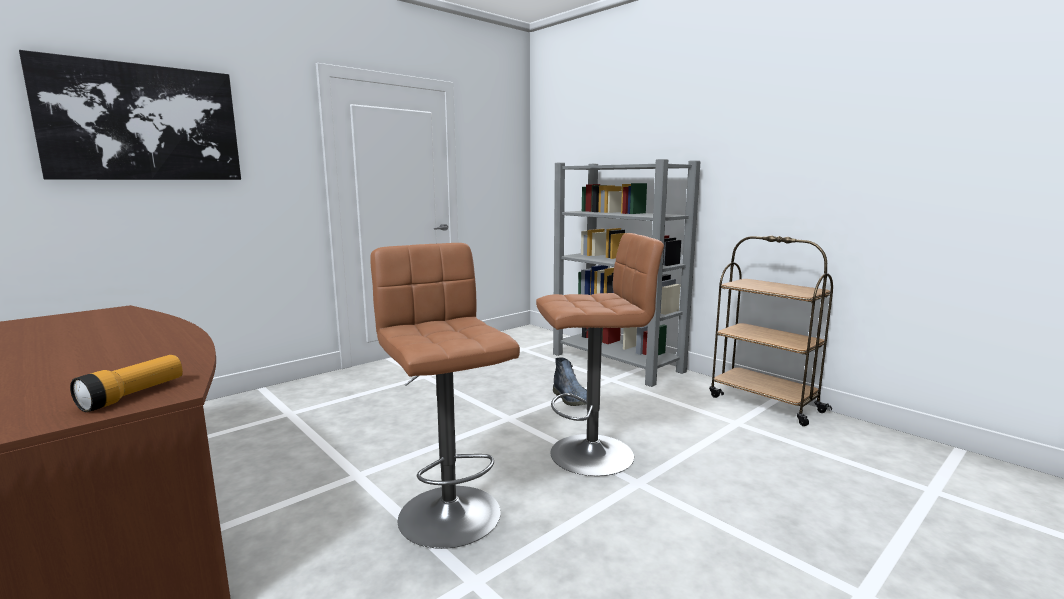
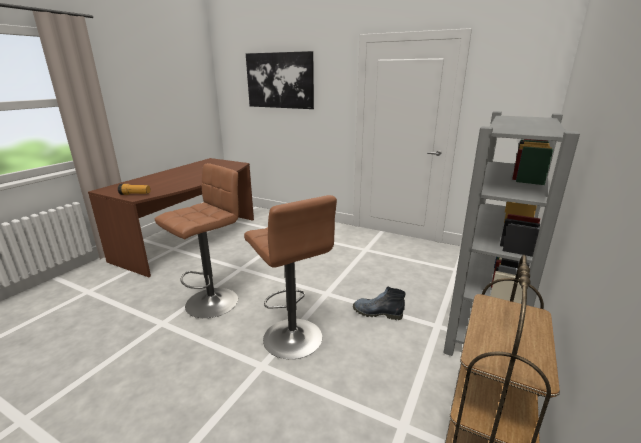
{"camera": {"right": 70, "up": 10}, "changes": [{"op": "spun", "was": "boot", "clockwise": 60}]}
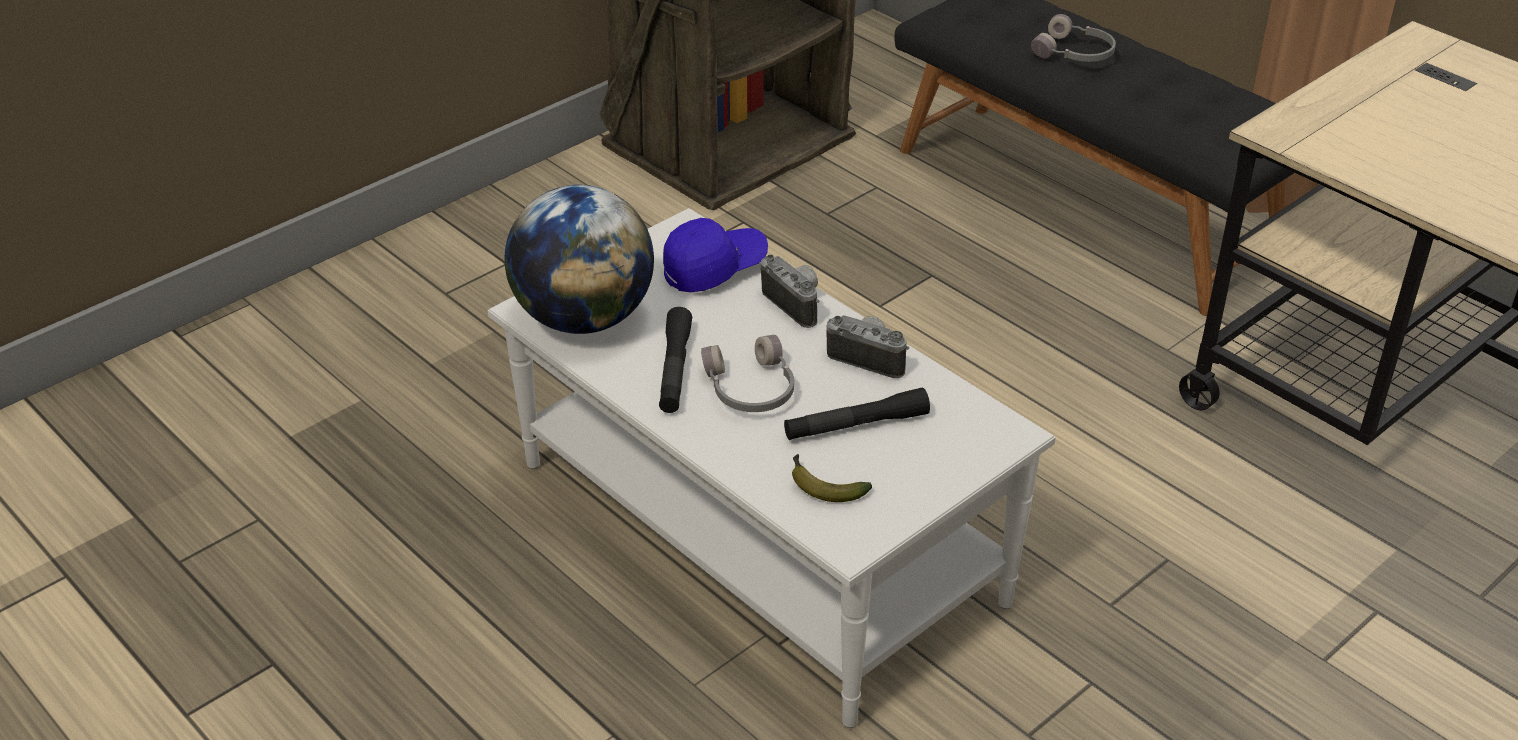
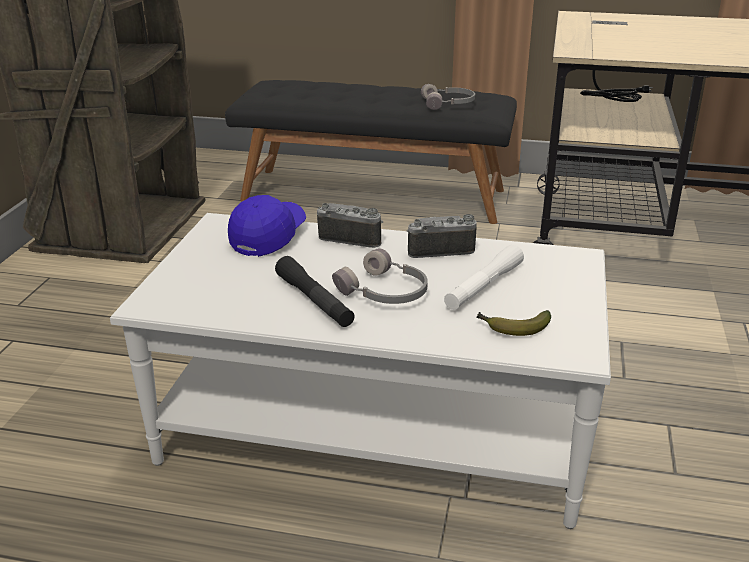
{"camera": {"right": -35, "up": -10}, "changes": [{"op": "missing", "was": "globe"}, {"op": "colour", "was": "flashlight (black) (no. 2 from left)", "now": "flashlight (white)"}, {"op": "relocated", "was": "headphones (grey) (no. 2 from left)"}]}
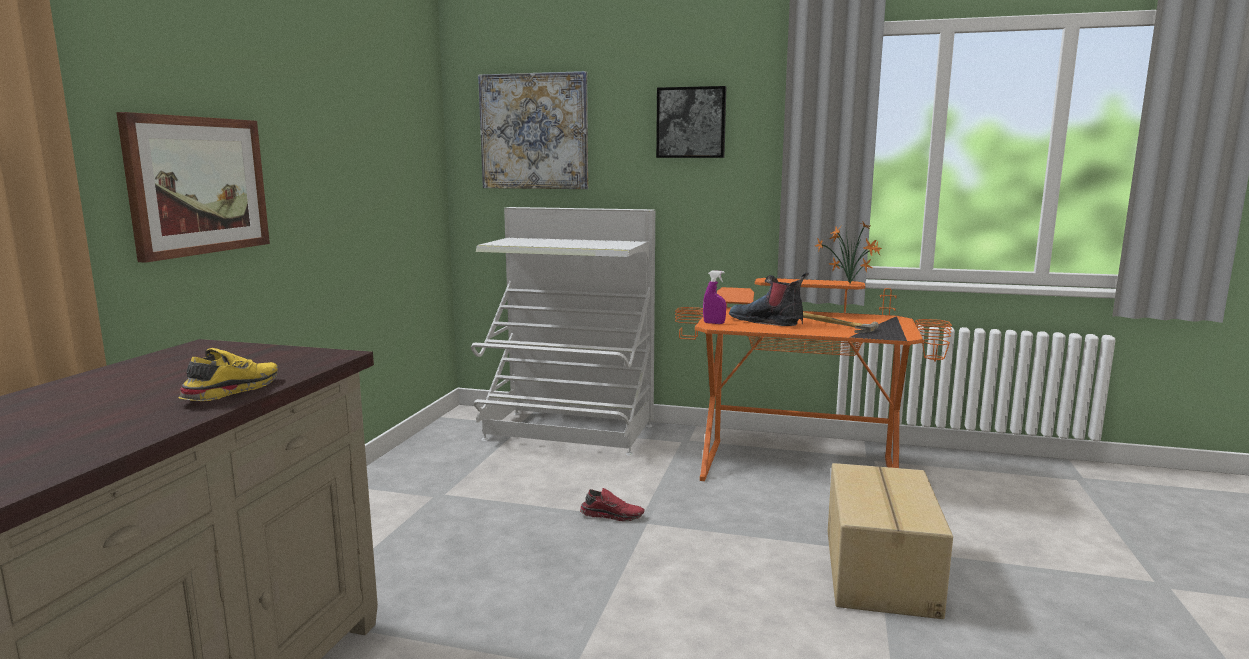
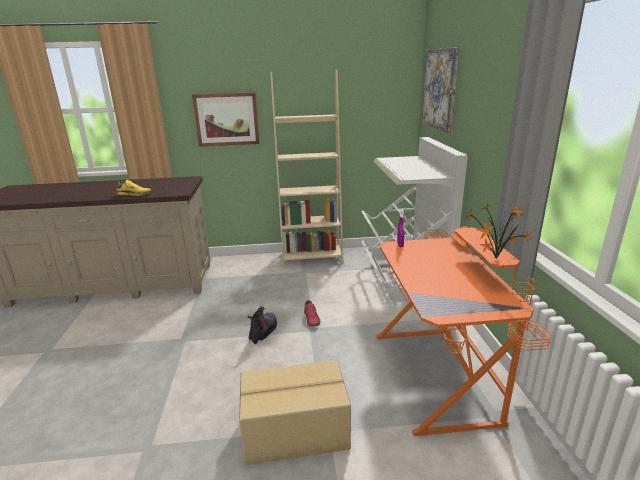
{"camera": {"right": 70, "up": 10}, "changes": [{"op": "missing", "was": "picture (no. 3 from left)"}, {"op": "relocated", "was": "boot"}, {"op": "missing", "was": "hammer"}, {"op": "appeared", "now": "bookcase (beige)"}]}
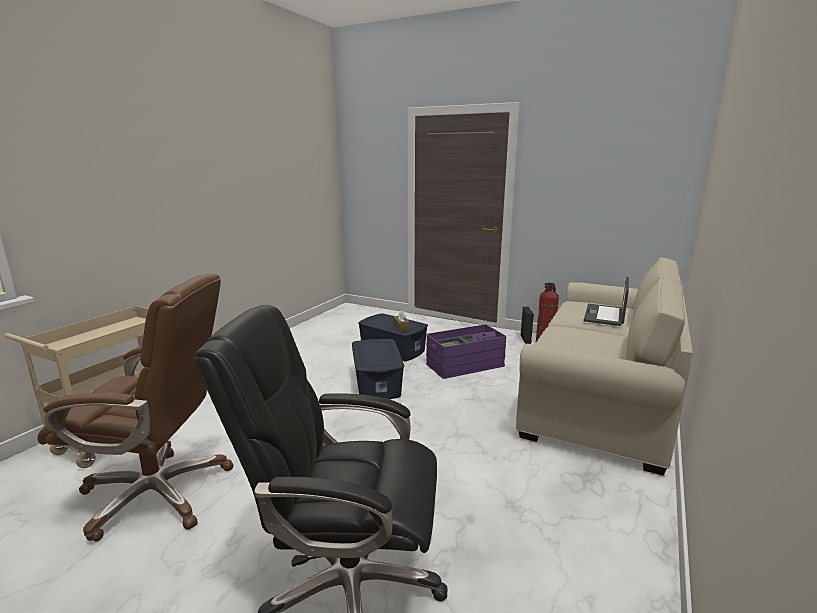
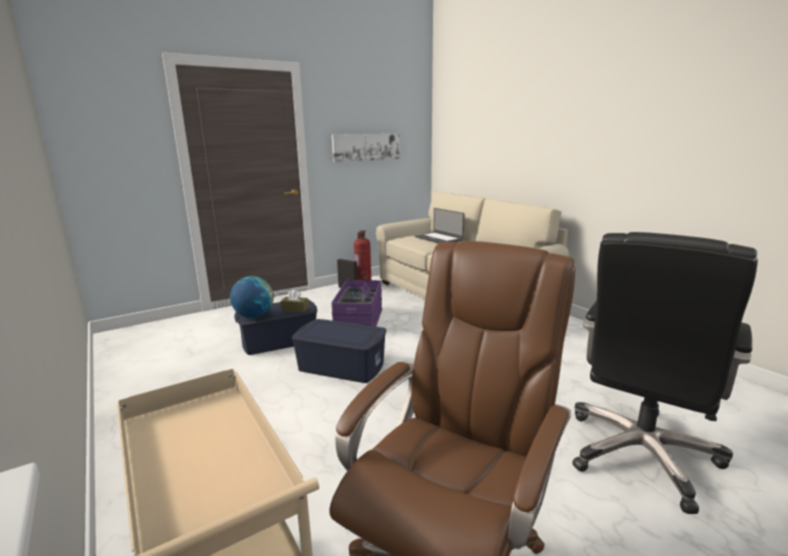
{"camera": {"right": -60, "up": 0}, "changes": [{"op": "appeared", "now": "globe"}, {"op": "appeared", "now": "picture"}]}
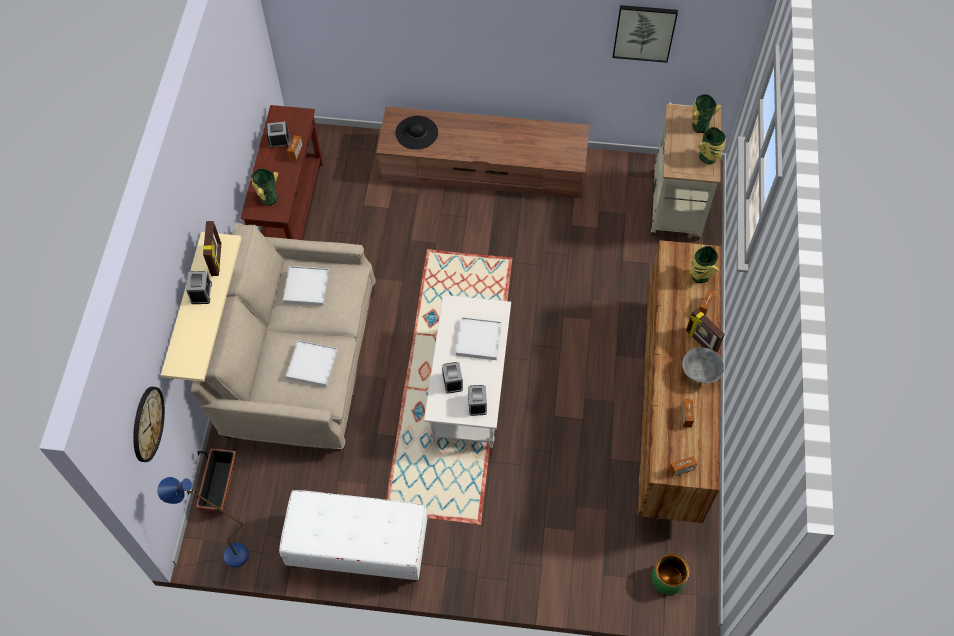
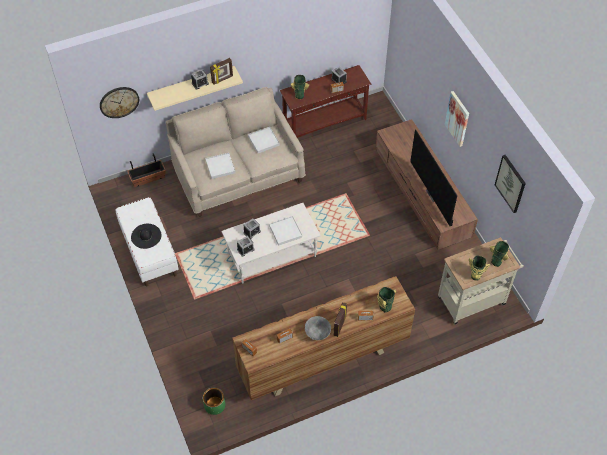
{"camera": {"right": 60, "up": -5}, "changes": [{"op": "missing", "was": "floor lamp (blue)"}, {"op": "relocated", "was": "hat (black)"}, {"op": "appeared", "now": "television"}, {"op": "appeared", "now": "picture (no. 1 from left)"}]}
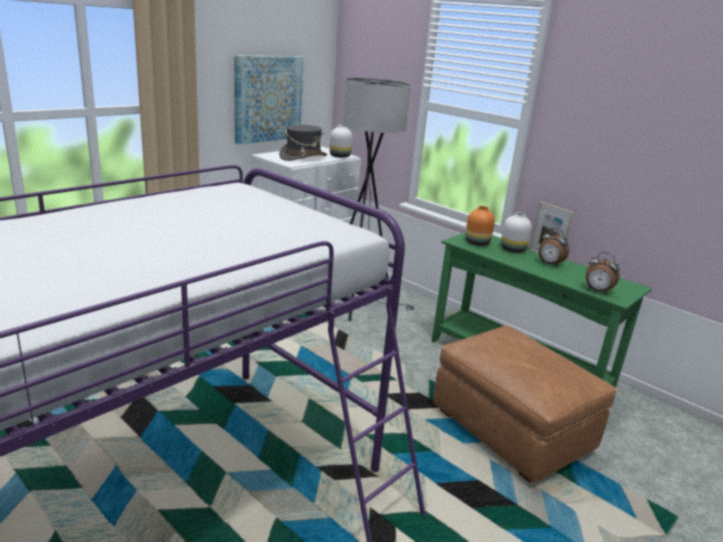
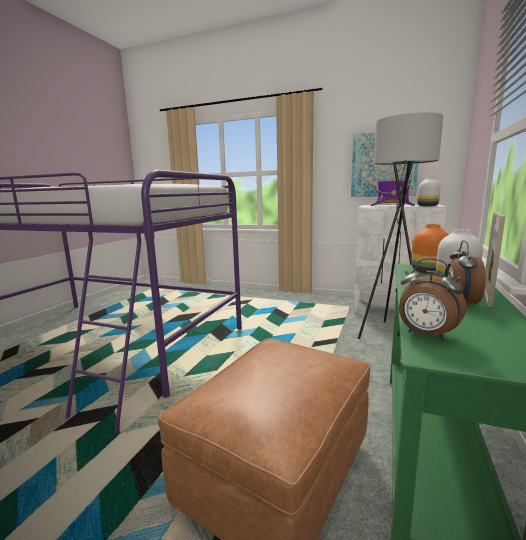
{"camera": {"right": 70, "up": -10}, "changes": [{"op": "colour", "was": "hat (grey)", "now": "hat (purple)"}, {"op": "spun", "was": "alarm clock (no. 2 from left in the first image)", "clockwise": -60}]}
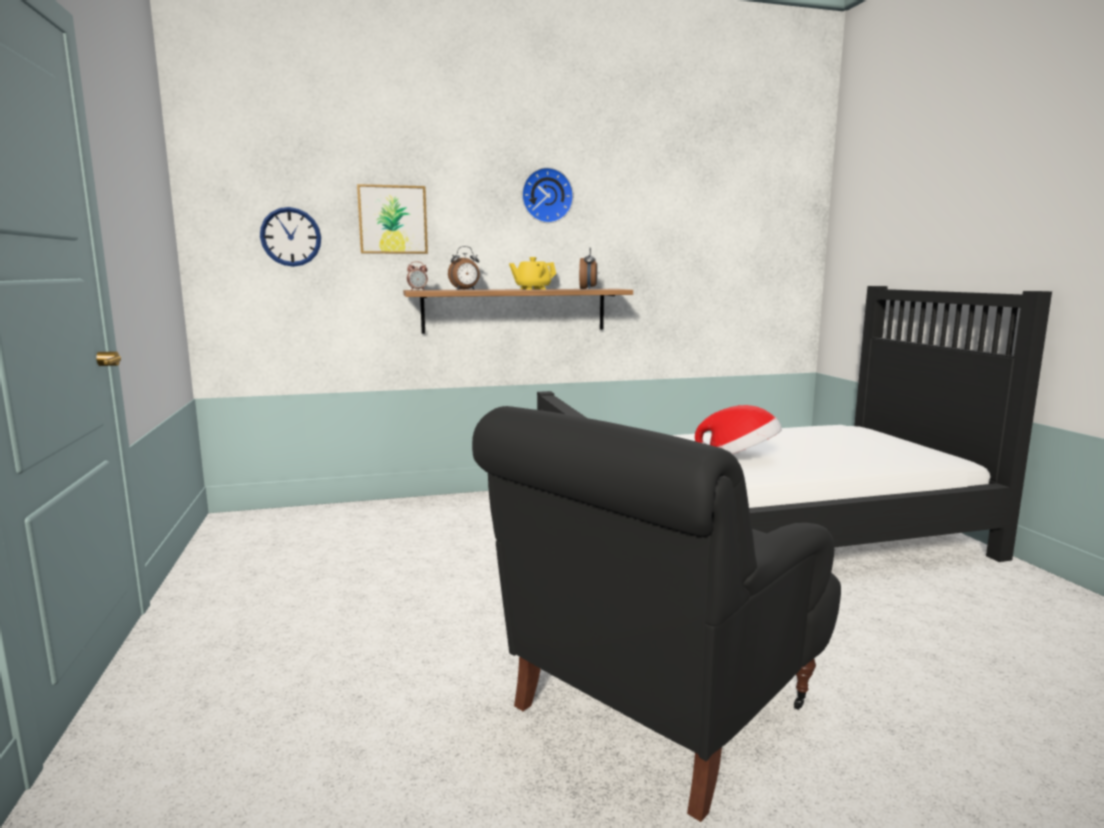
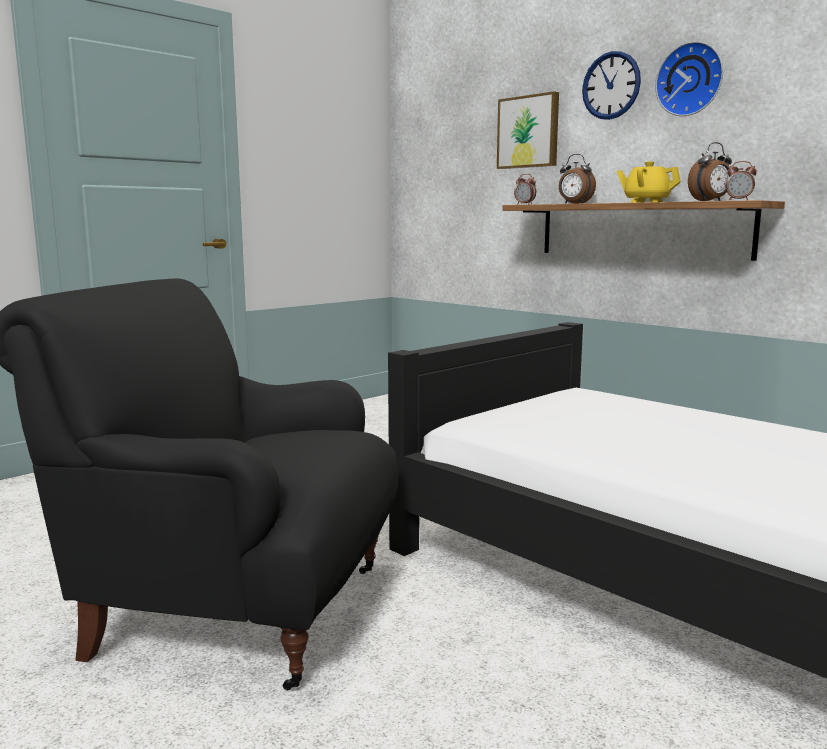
{"camera": {"right": 60, "up": 0}, "changes": [{"op": "relocated", "was": "wall clock (no. 1 from left)"}, {"op": "missing", "was": "hat"}, {"op": "appeared", "now": "alarm clock (no. 4 from left)"}]}
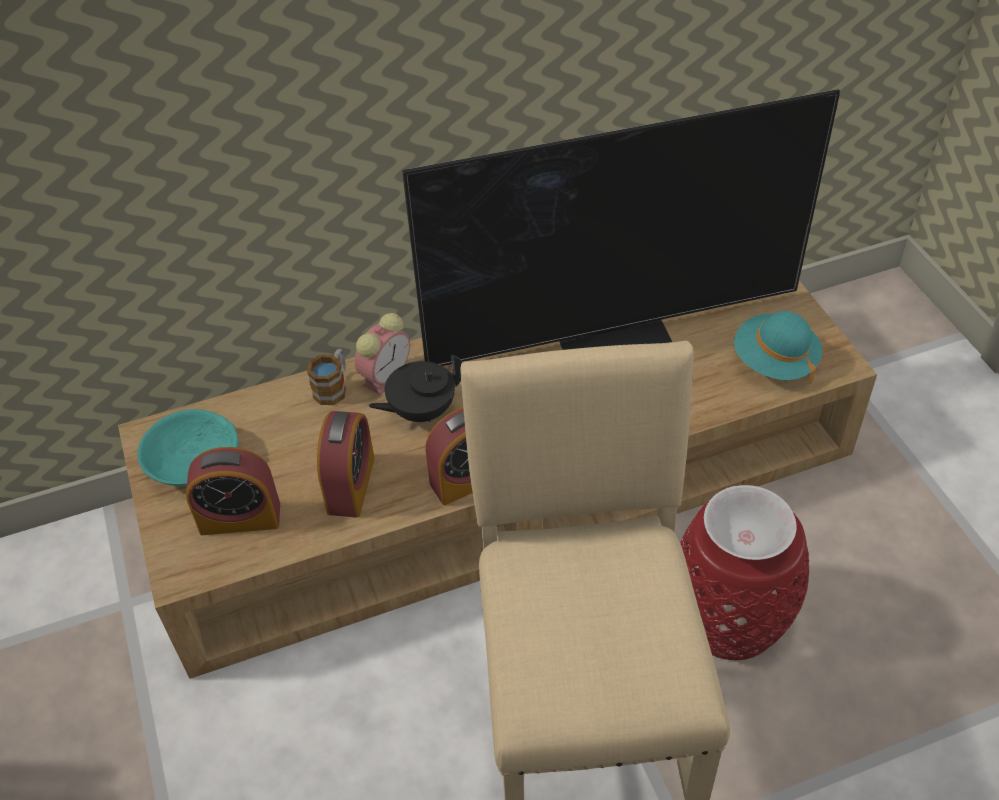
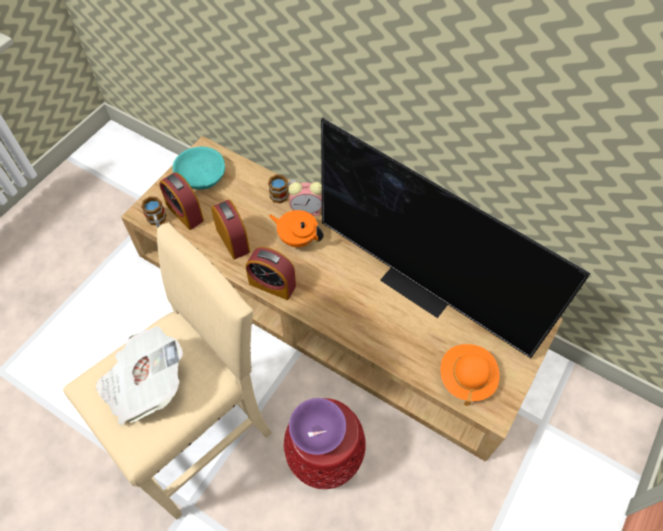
{"camera": {"right": 50, "up": 10}, "changes": [{"op": "spun", "was": "alarm clock (no. 2 from left)", "clockwise": -90}, {"op": "colour", "was": "teapot (black)", "now": "teapot (orange)"}, {"op": "colour", "was": "bowl (white)", "now": "bowl (purple)"}, {"op": "colour", "was": "hat (turquoise)", "now": "hat (orange)"}, {"op": "appeared", "now": "newspaper"}, {"op": "appeared", "now": "mug (no. 1 from left)"}]}
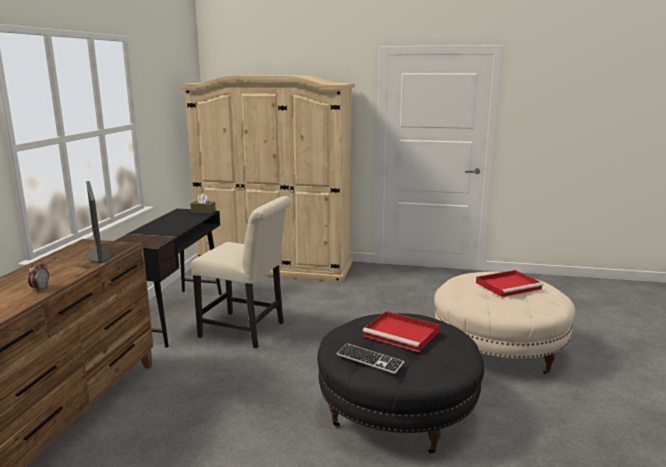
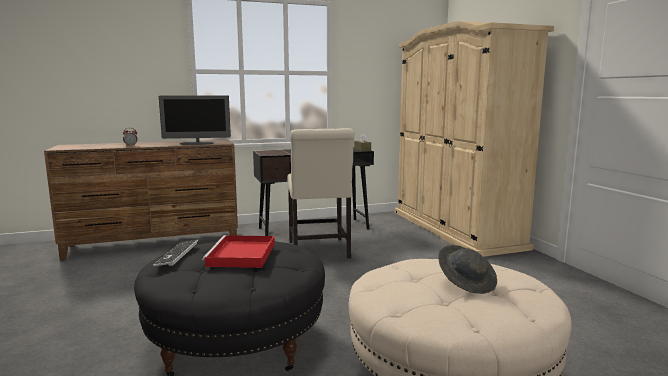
{"camera": {"right": 60, "up": -5}, "changes": [{"op": "spun", "was": "monitor", "clockwise": -135}, {"op": "exchanged", "was": "tray (red) (no. 2 from left)", "now": "hat (grey)"}]}
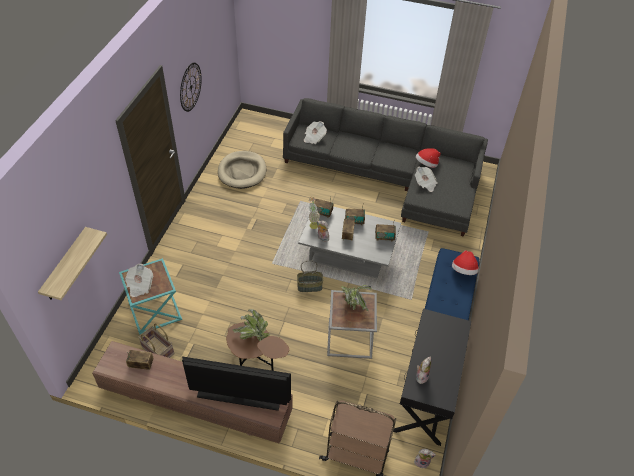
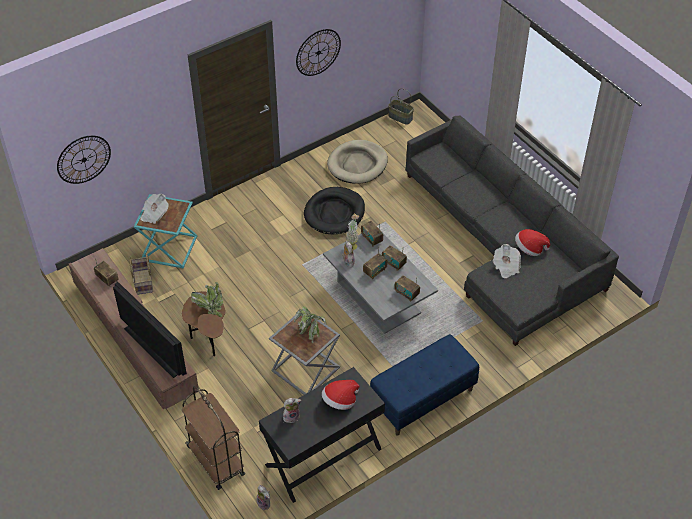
{"camera": {"right": 40, "up": 0}, "changes": [{"op": "exchanged", "was": "shelf", "now": "wall clock (no. 1 from left)"}, {"op": "relocated", "was": "basket (no. 2 from left)"}, {"op": "missing", "was": "newspaper (no. 2 from left)"}, {"op": "relocated", "was": "hat (no. 2 from left in the first image)", "now": "hat (no. 1 from left)"}, {"op": "appeared", "now": "dog bed (black)"}]}
